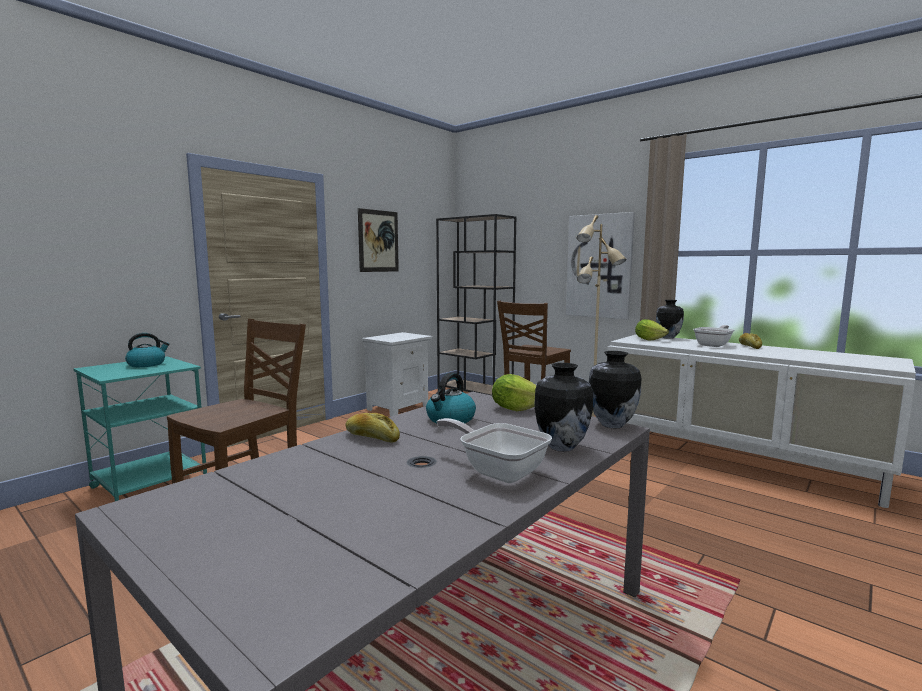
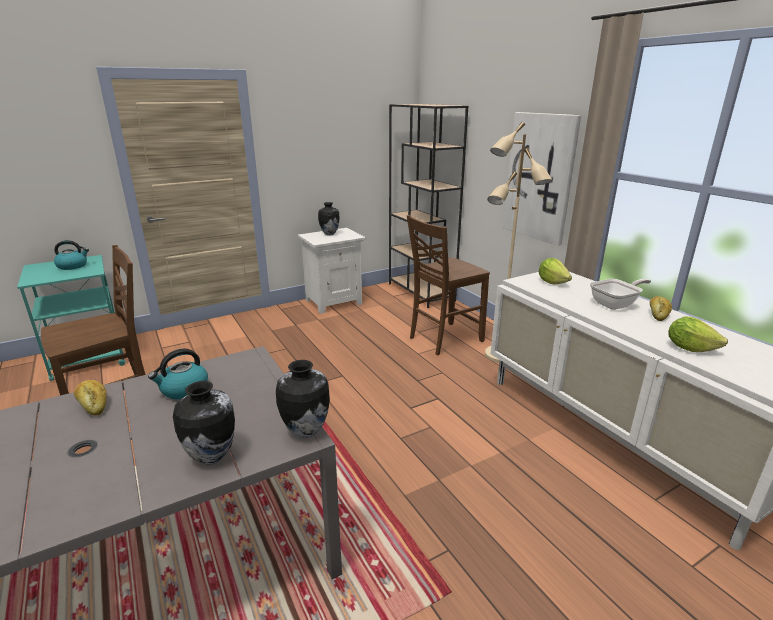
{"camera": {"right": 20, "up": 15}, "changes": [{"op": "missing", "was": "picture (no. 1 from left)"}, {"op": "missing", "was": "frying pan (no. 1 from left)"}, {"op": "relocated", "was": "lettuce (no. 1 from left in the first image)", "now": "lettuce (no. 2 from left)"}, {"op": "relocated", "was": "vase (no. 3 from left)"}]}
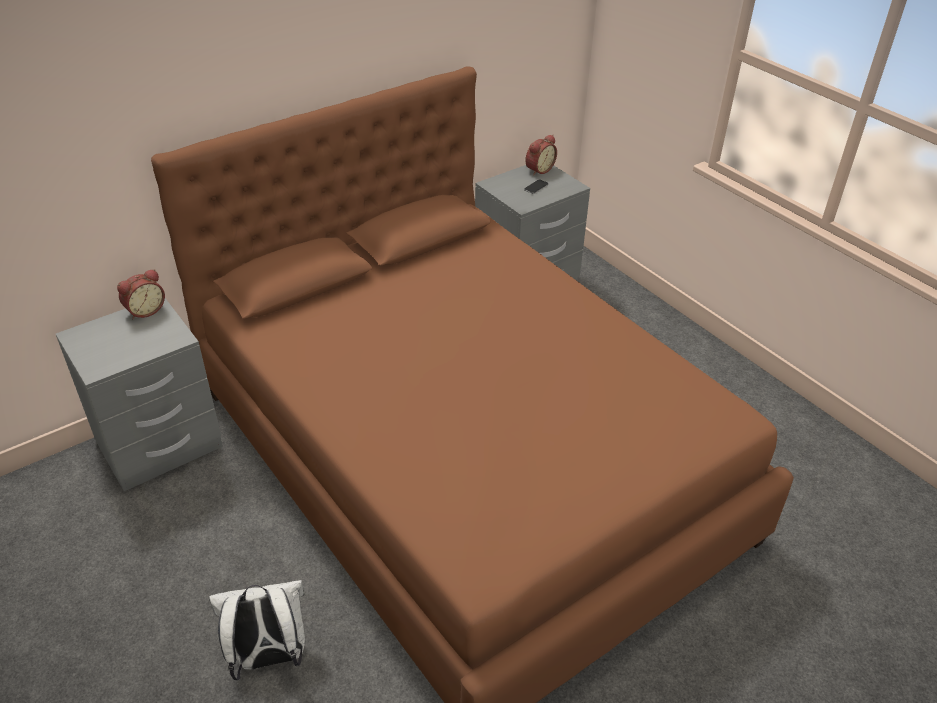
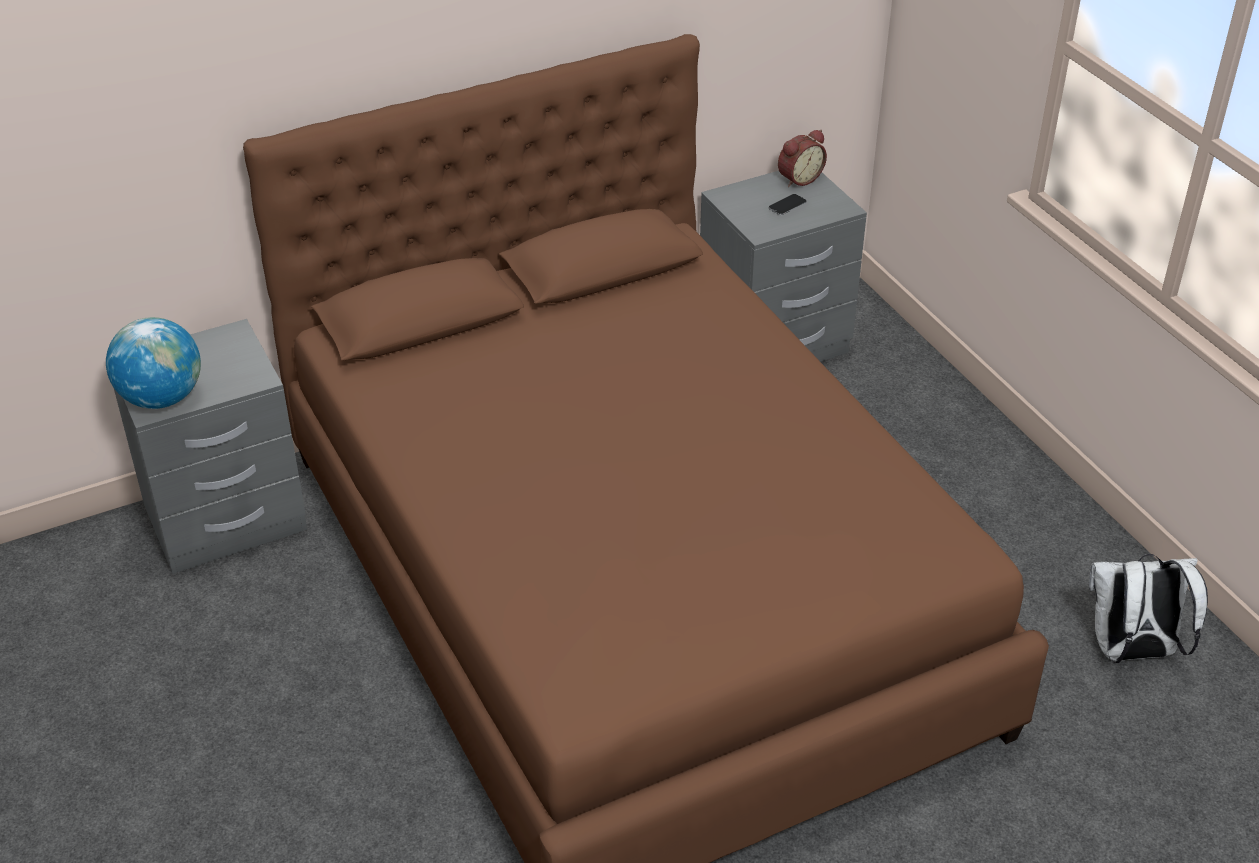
{"camera": {"right": 10, "up": 0}, "changes": [{"op": "missing", "was": "alarm clock (no. 1 from left)"}, {"op": "relocated", "was": "backpack (white)"}, {"op": "appeared", "now": "globe"}]}
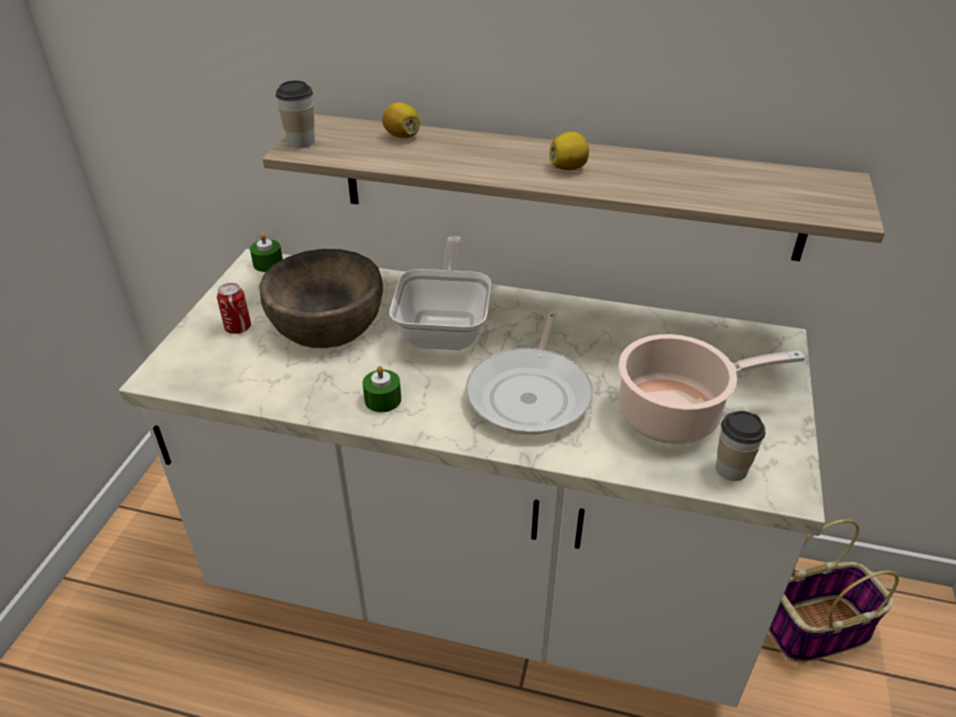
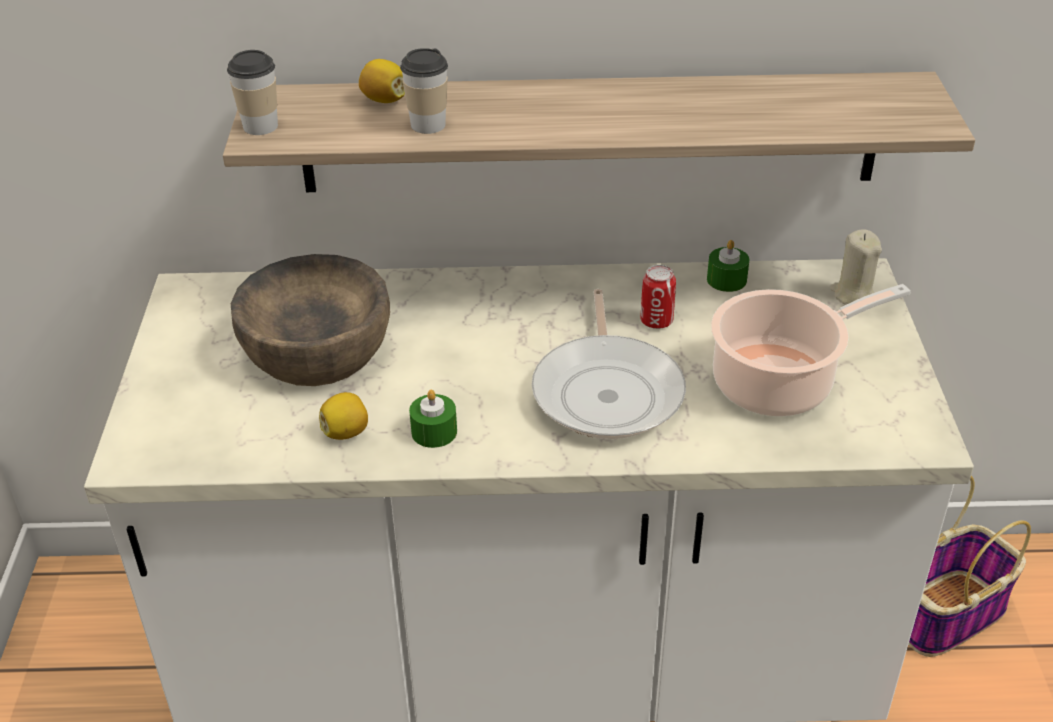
{"camera": {"right": -15, "up": 0}, "changes": [{"op": "relocated", "was": "can"}, {"op": "relocated", "was": "candle (green) (no. 1 from left in the first image)", "now": "candle (green) (no. 2 from left)"}, {"op": "missing", "was": "frying pan (no. 1 from left)"}, {"op": "relocated", "was": "lemon (no. 2 from left in the first image)", "now": "lemon (no. 1 from left)"}, {"op": "relocated", "was": "cup (no. 2 from left)"}, {"op": "appeared", "now": "candle (beige)"}]}
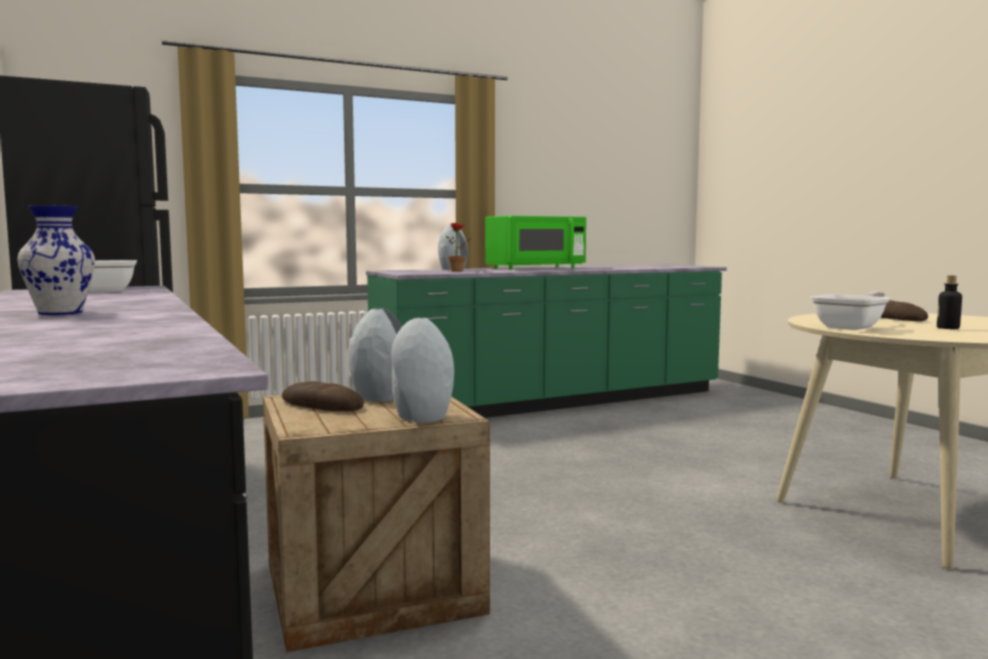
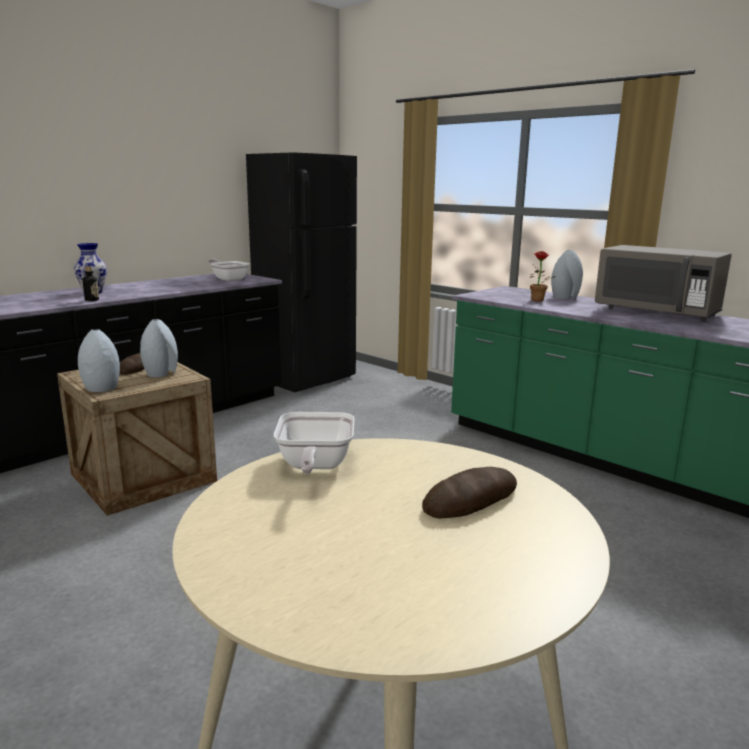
{"camera": {"right": 70, "up": 10}, "changes": [{"op": "colour", "was": "microwave (green)", "now": "microwave (grey)"}, {"op": "spun", "was": "frying pan (no. 2 from left)", "clockwise": 60}, {"op": "relocated", "was": "bottle"}]}
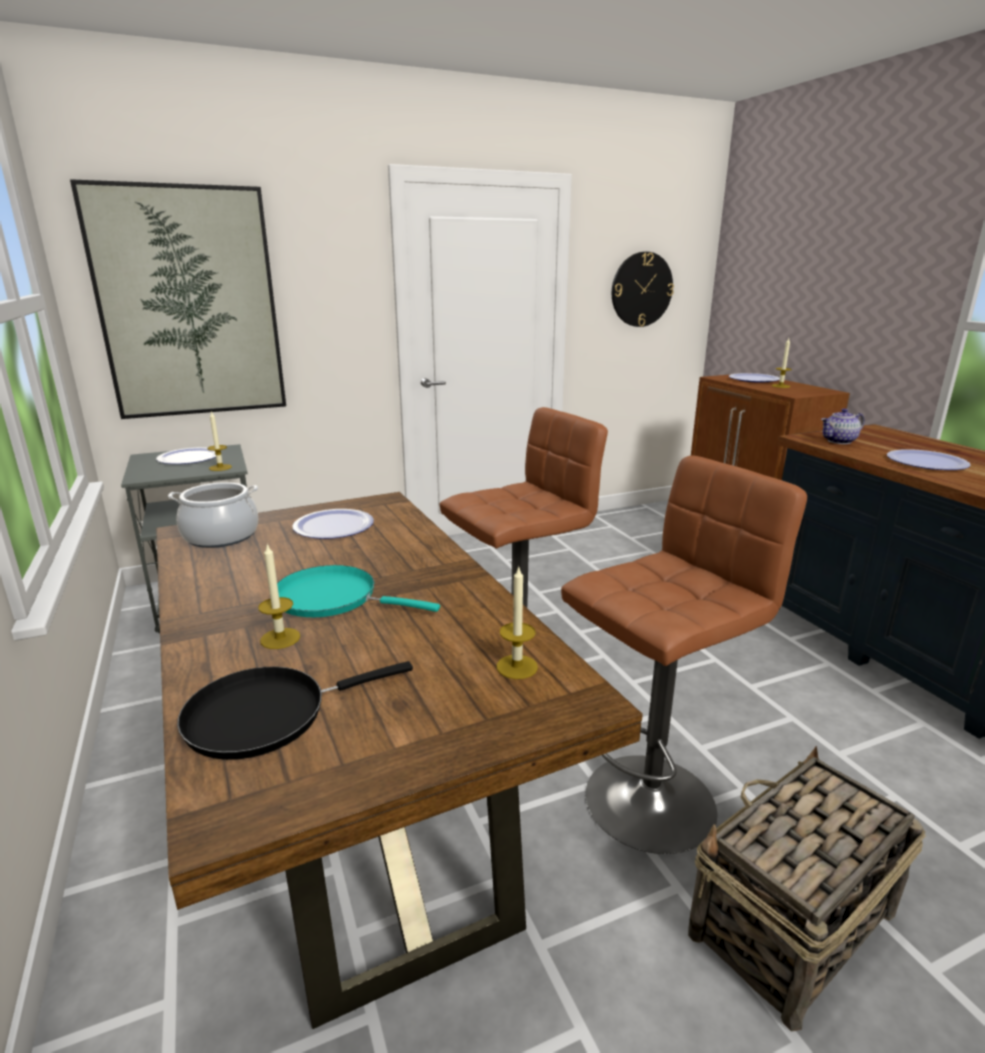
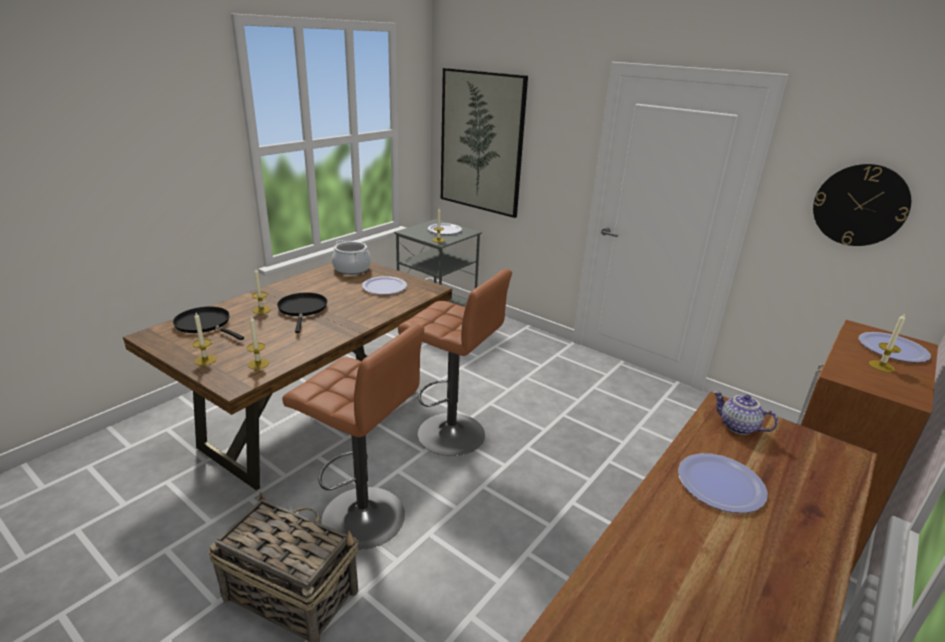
{"camera": {"right": 60, "up": 5}, "changes": [{"op": "colour", "was": "frying pan (turquoise)", "now": "frying pan (black) (no. 2 from left)"}, {"op": "appeared", "now": "candle (no. 1 from left)"}]}
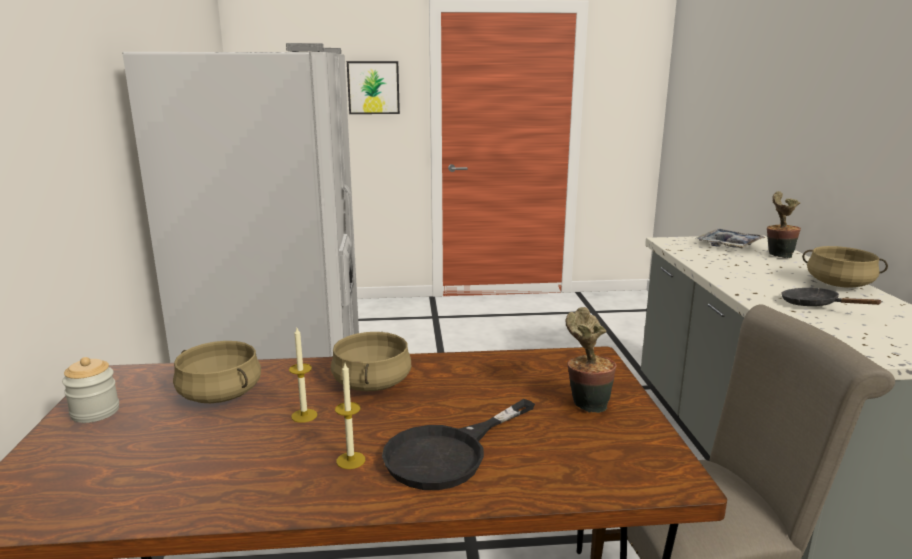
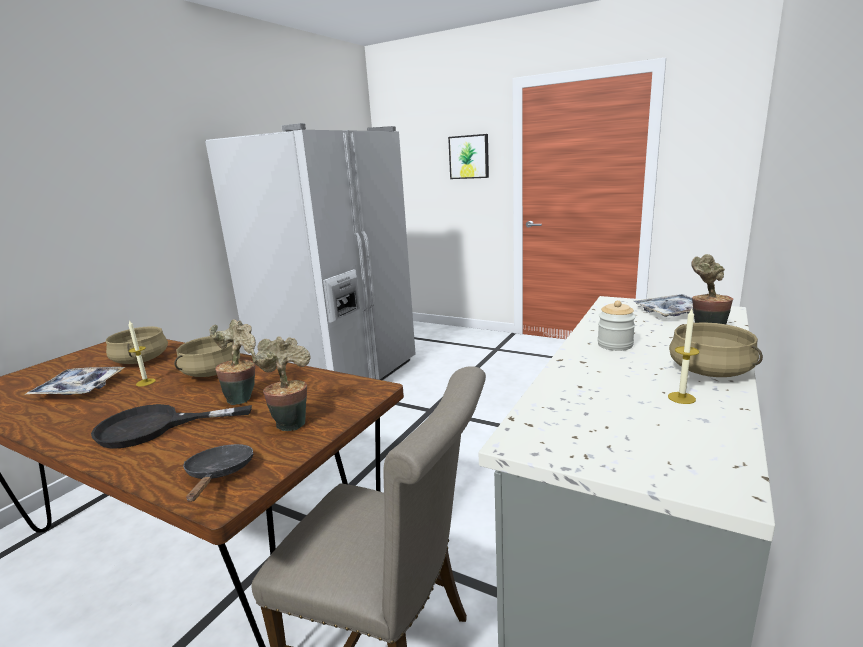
{"camera": {"right": 35, "up": 0}, "changes": [{"op": "relocated", "was": "jar"}, {"op": "relocated", "was": "candle (no. 2 from left)"}, {"op": "relocated", "was": "frying pan (black) (no. 2 from left)"}, {"op": "appeared", "now": "tray (no. 1 from left)"}, {"op": "appeared", "now": "potted plant (no. 1 from left)"}]}
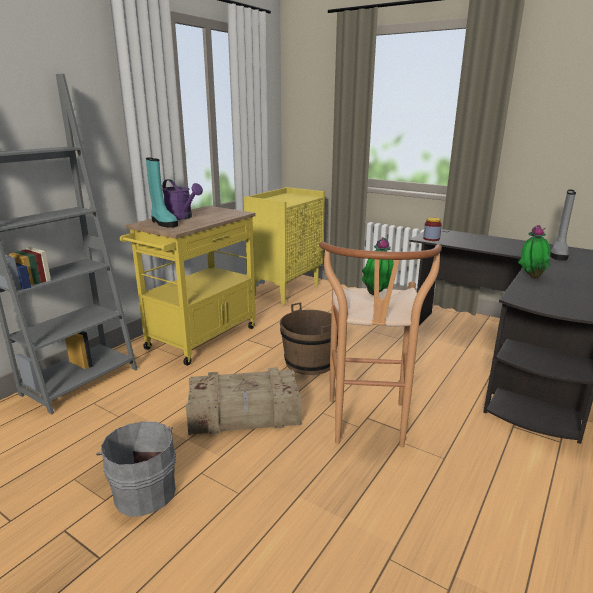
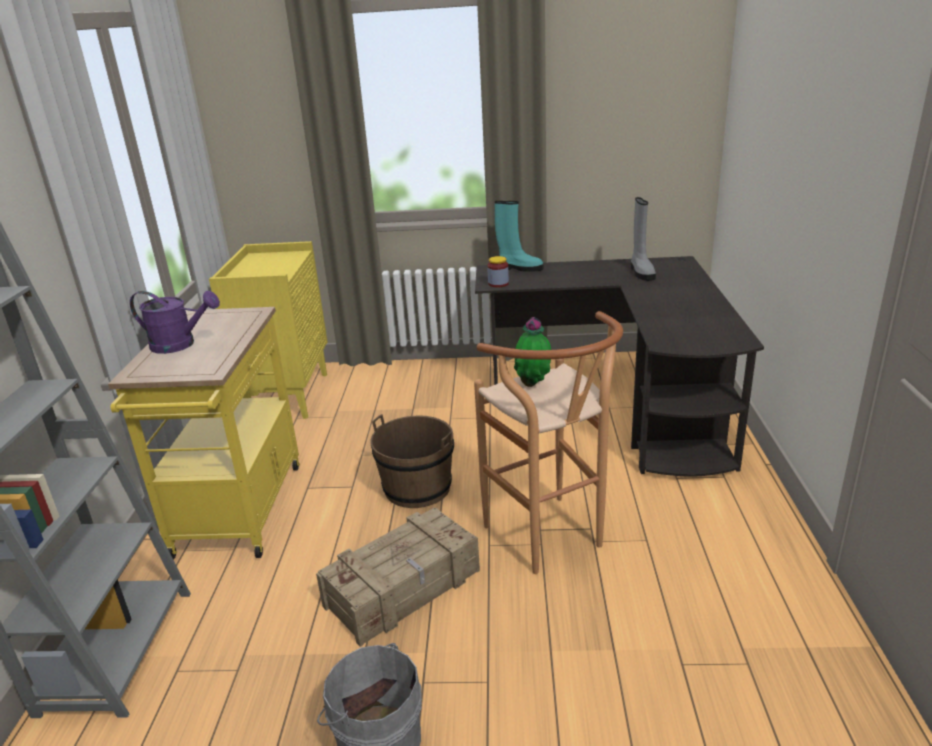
{"camera": {"right": -30, "up": 5}, "changes": [{"op": "relocated", "was": "boot (turquoise)"}, {"op": "missing", "was": "potted plant (no. 2 from left)"}]}
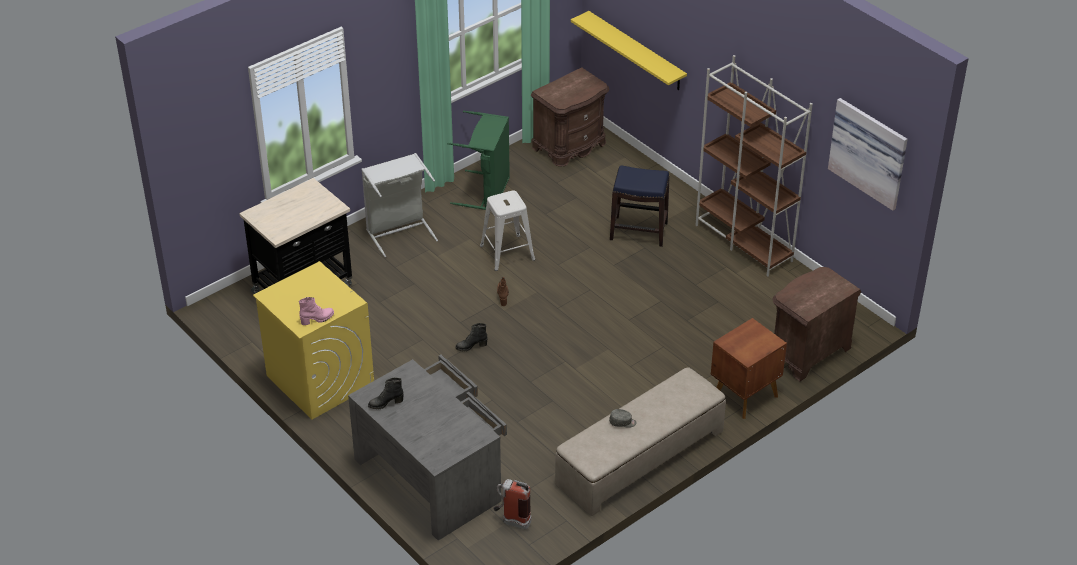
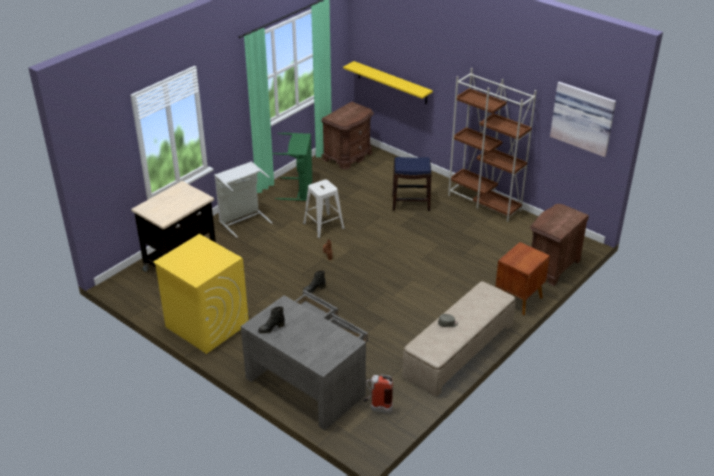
{"camera": {"right": -10, "up": -5}, "changes": [{"op": "missing", "was": "boot (pink)"}]}
